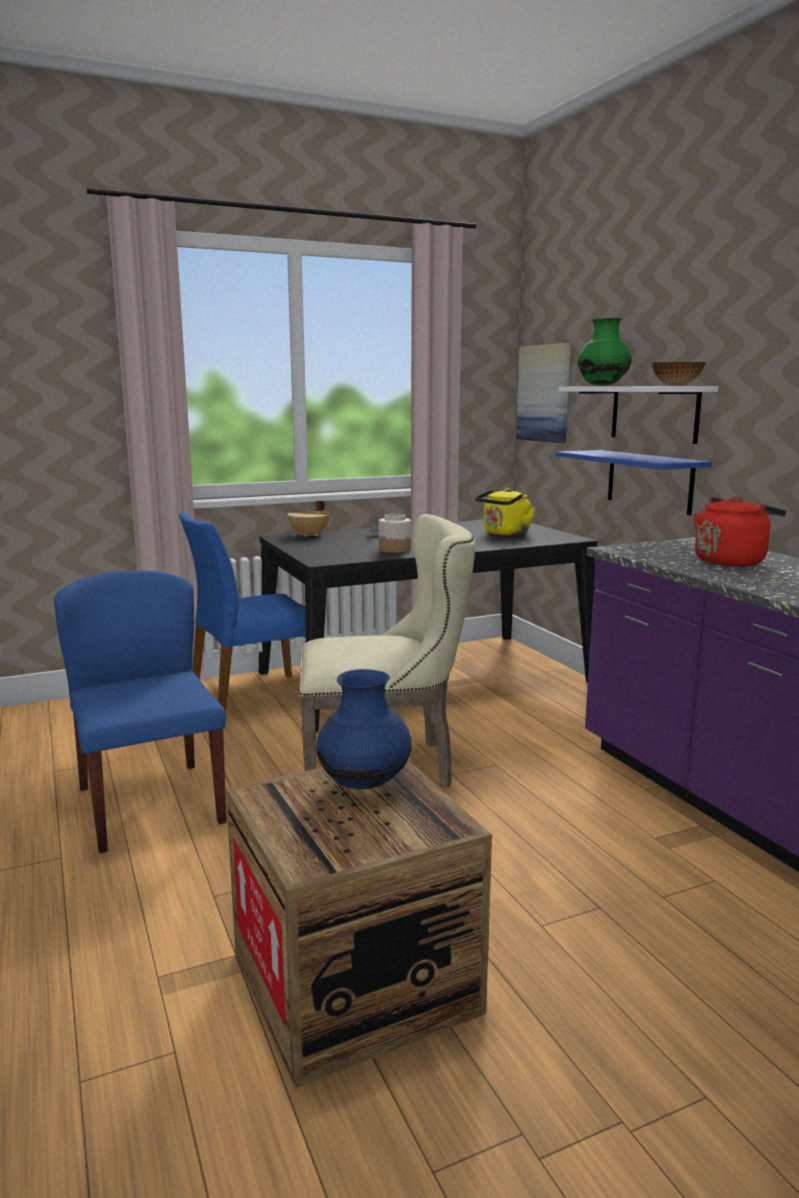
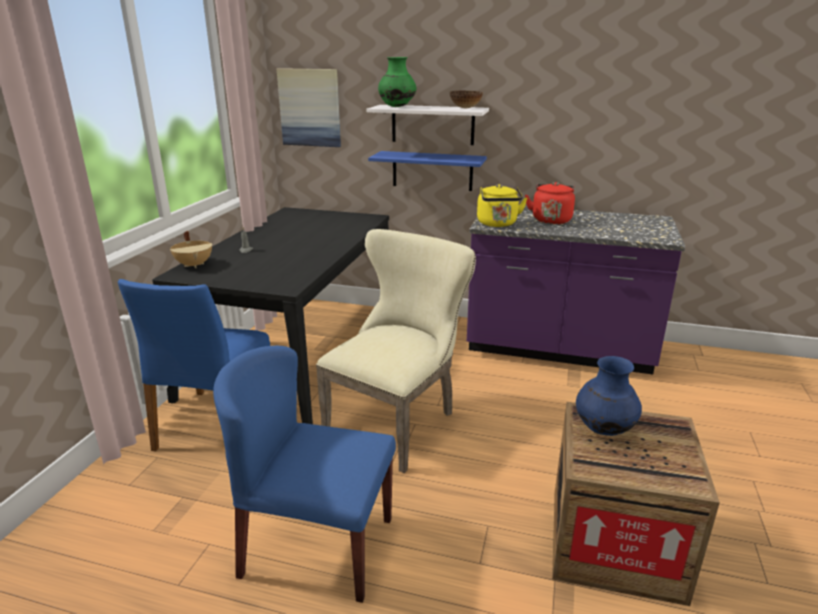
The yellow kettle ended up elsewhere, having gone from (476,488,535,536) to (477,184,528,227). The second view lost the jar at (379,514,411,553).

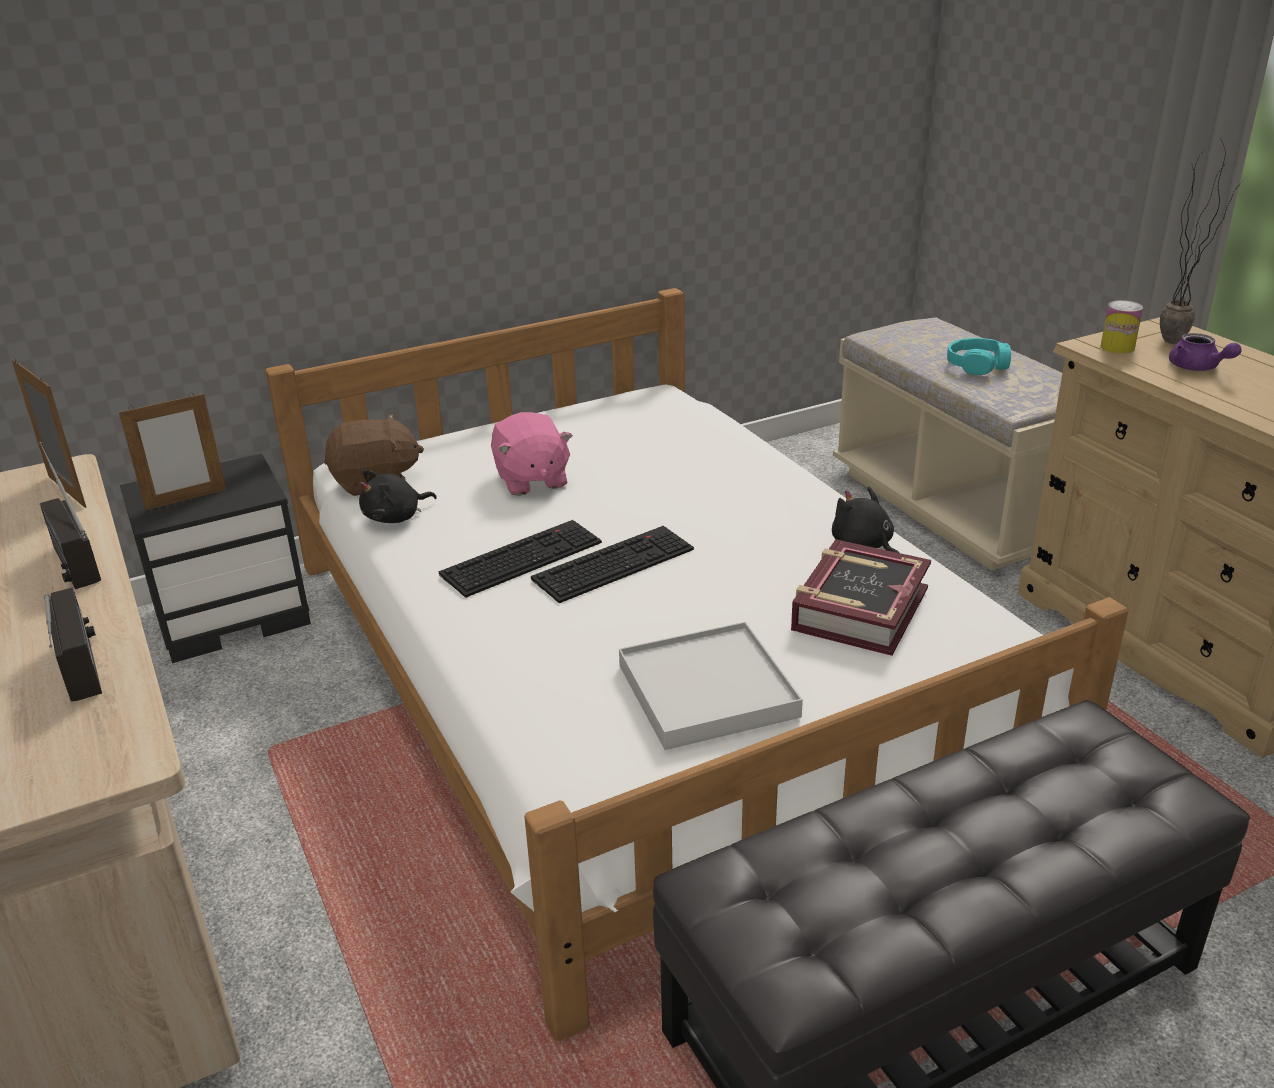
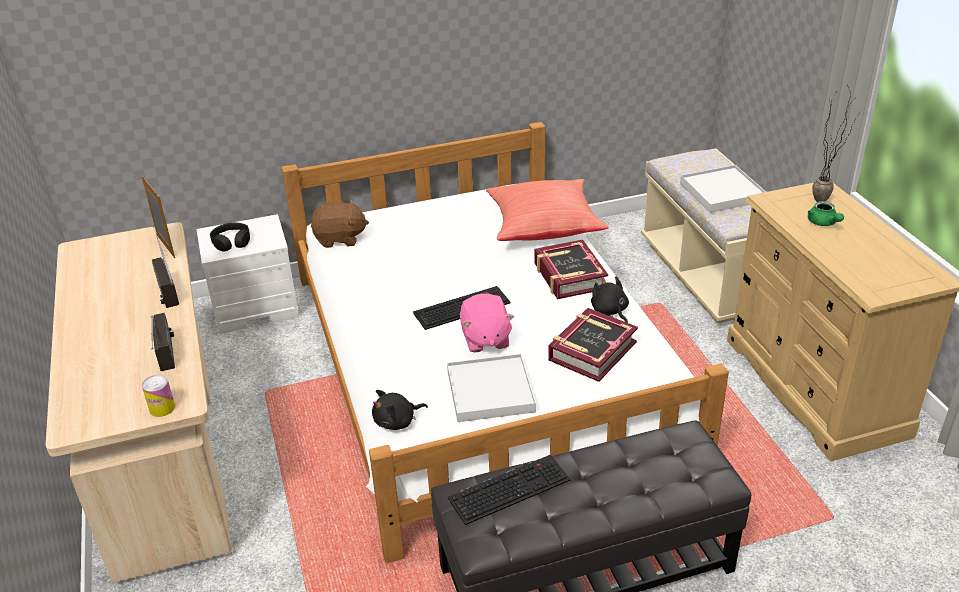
The can ended up elsewhere, having gone from (1101,300,1143,353) to (142,375,175,417). What was the purple teapot at (1169,333,1242,371) turned into the green teapot at (808,201,844,226). Where the turquoise headphones stood at (947,338,1011,375), the white tray came to stand at (680,165,766,213). Where the picture frame stood at (119,393,226,510), the black headphones came to stand at (210,223,250,252). The pink plush toy ended up elsewhere, having gone from (491,412,573,496) to (460,294,515,352). What was the black nightstand at (120,454,311,663) turned into the white nightstand at (196,214,299,334). The black plush toy ended up elsewhere, having gone from (359,470,437,523) to (372,390,428,430). The keyboard ended up elsewhere, having gone from (439,520,602,598) to (448,454,570,525). The second view gained the red pillow at (486,179,609,241). The second view gained the book at (535,240,608,299).

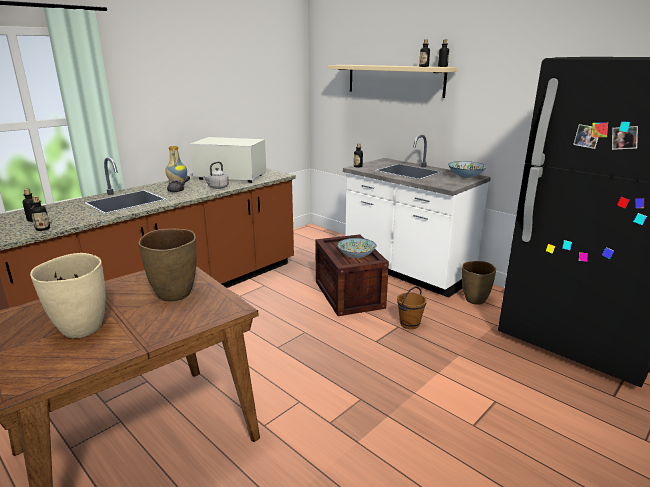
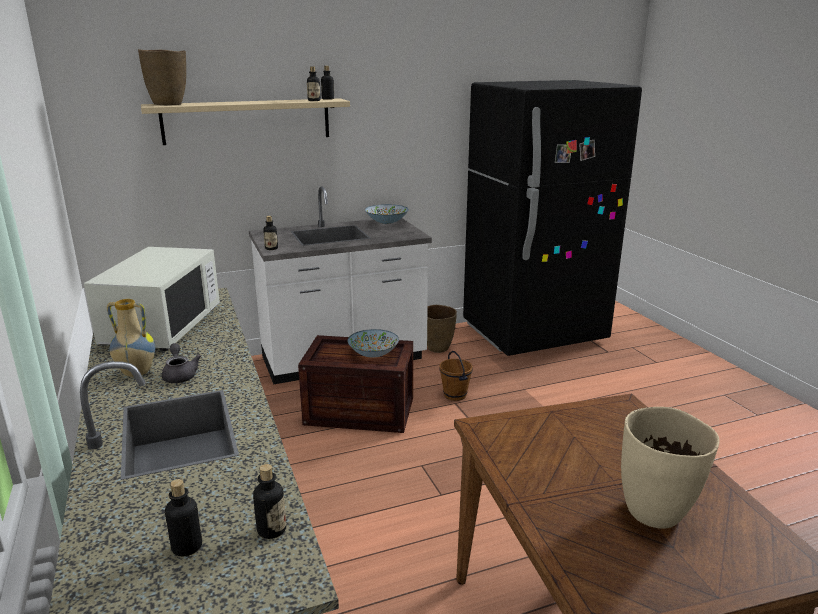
The white microwave at (190,137,266,183) ended up facing another way, 150 degrees clockwise from before. The second view lost the grey kettle at (203,162,229,189). The brown vase ended up elsewhere, having gone from (138,229,197,302) to (138,49,186,105).

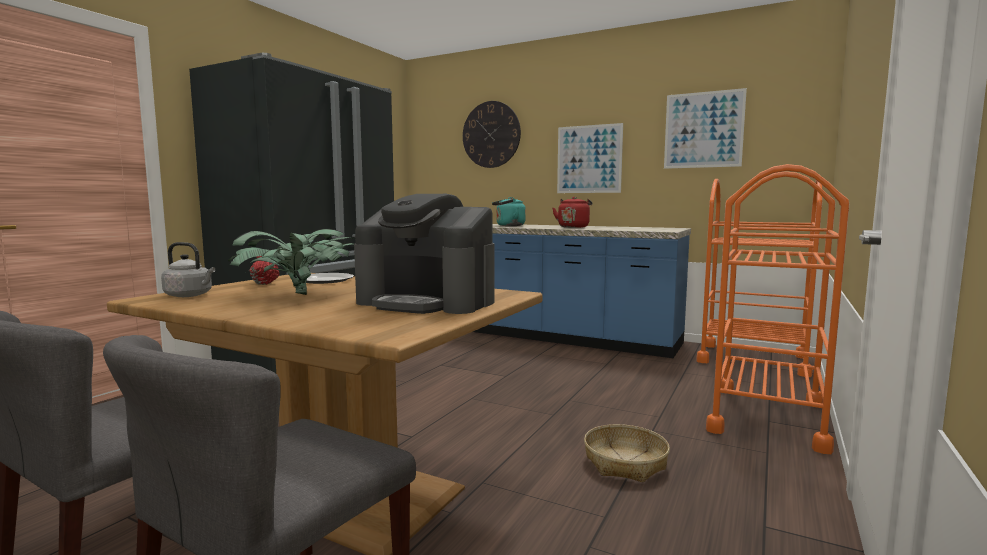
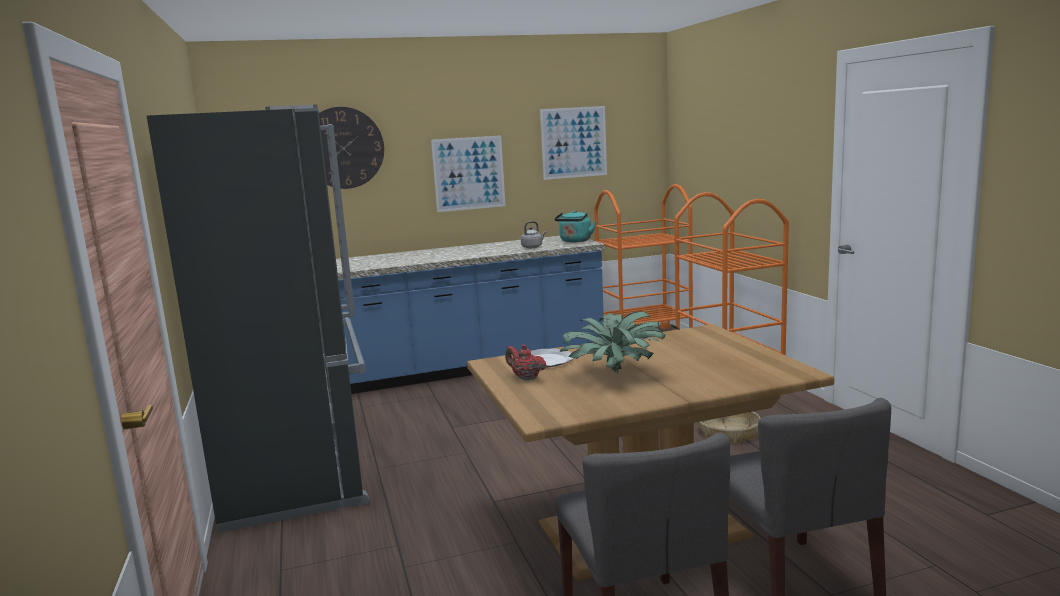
The second view lost the coffee machine at (354,194,495,314). The turquoise kettle ended up elsewhere, having gone from (492,197,526,226) to (554,210,596,243). The second view lost the red kettle at (553,197,592,228). The grey kettle ended up elsewhere, having gone from (161,242,215,297) to (521,221,546,248).

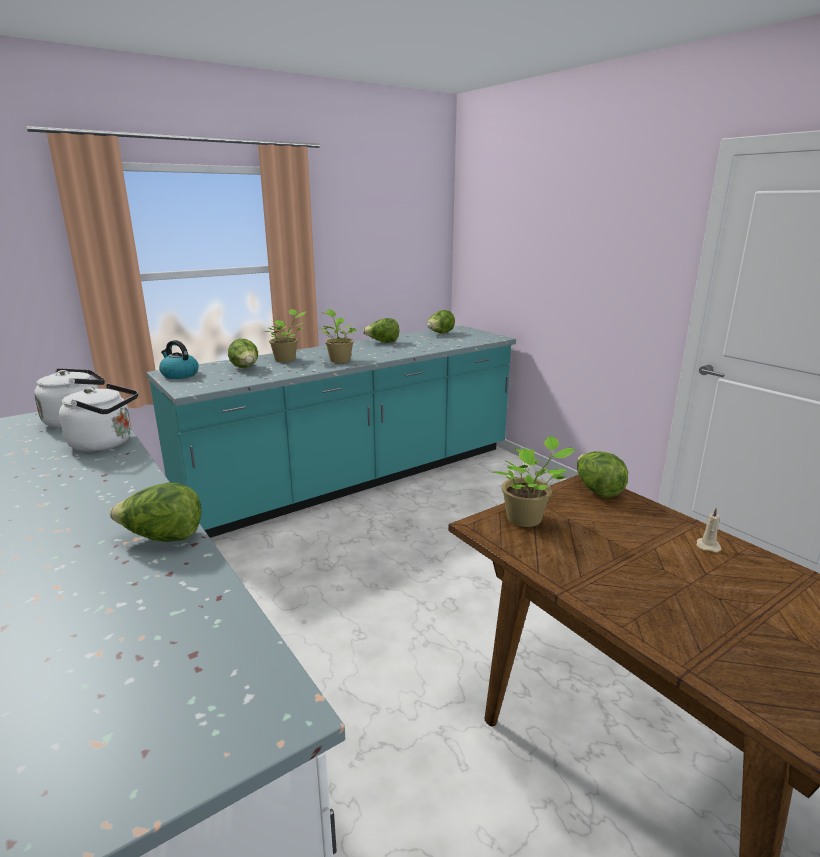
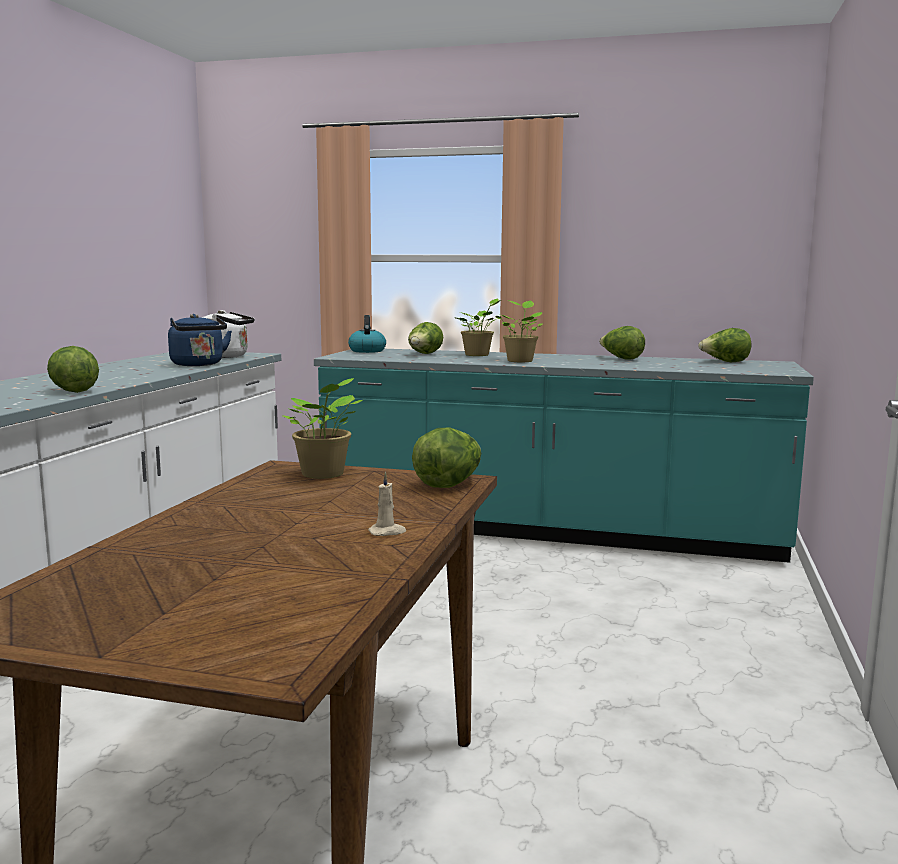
What was the white kettle at (59,384,138,452) turned into the blue kettle at (168,314,232,366).

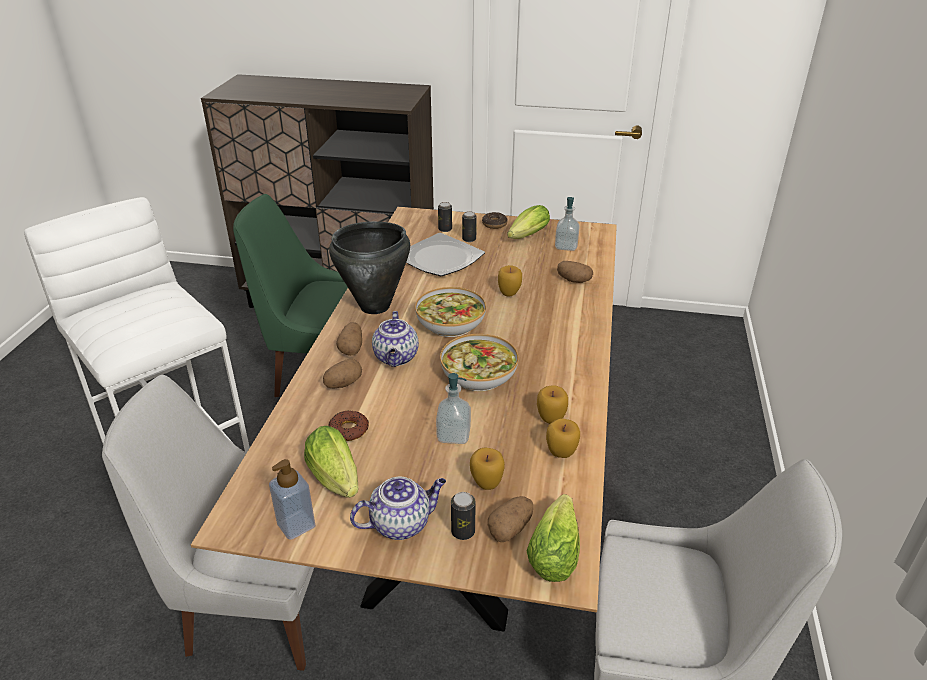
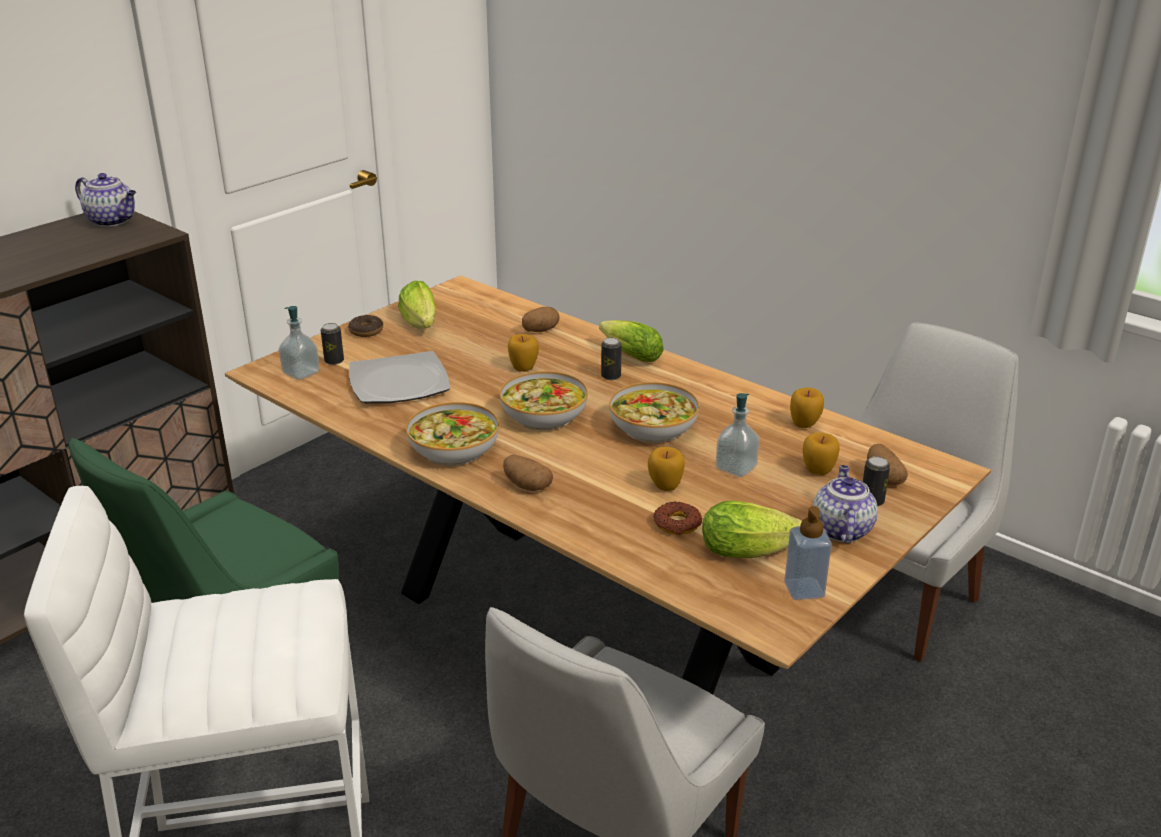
The soap dispenser ended up elsewhere, having gone from (555,197,580,251) to (278,306,320,380). The can ended up elsewhere, having gone from (462,211,477,242) to (601,337,622,380). Where the black cooking pot stood at (329,222,410,314), the bowl came to stand at (406,402,499,466). The teapot ended up elsewhere, having gone from (372,311,419,367) to (75,173,136,227). The second view lost the potato at (323,359,362,389). The apple ended up elsewhere, having gone from (537,385,568,424) to (648,447,685,491). The lettuce ended up elsewhere, having gone from (527,494,580,582) to (599,320,664,362).

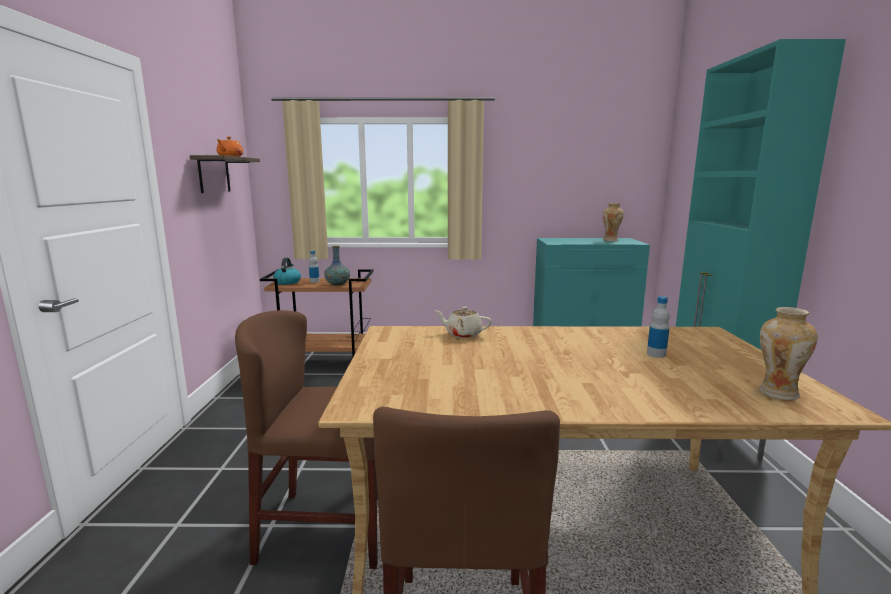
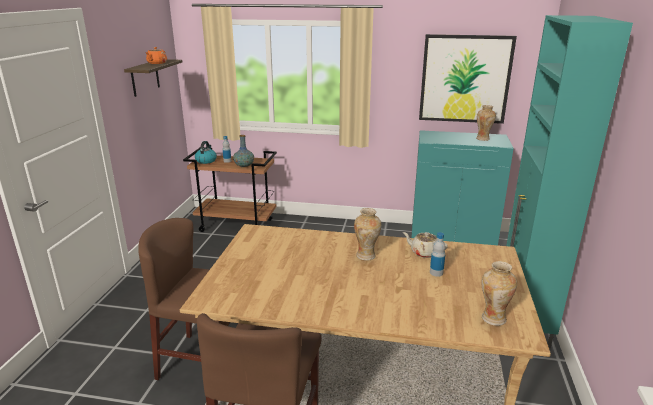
The beige teapot ended up elsewhere, having gone from (434,307,492,338) to (403,232,448,258). The second view gained the picture at (419,34,517,124). The second view gained the vase at (354,208,381,261).

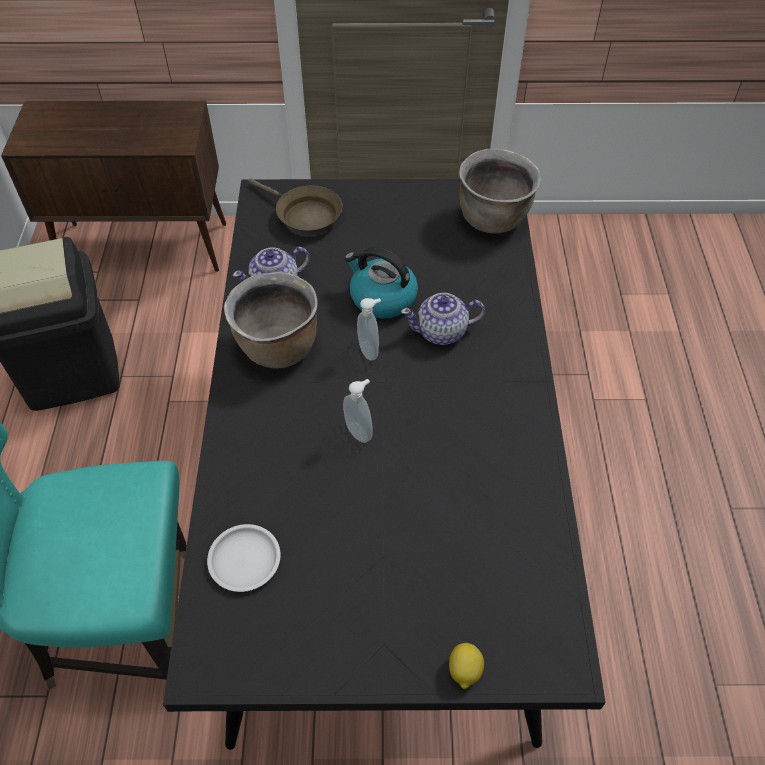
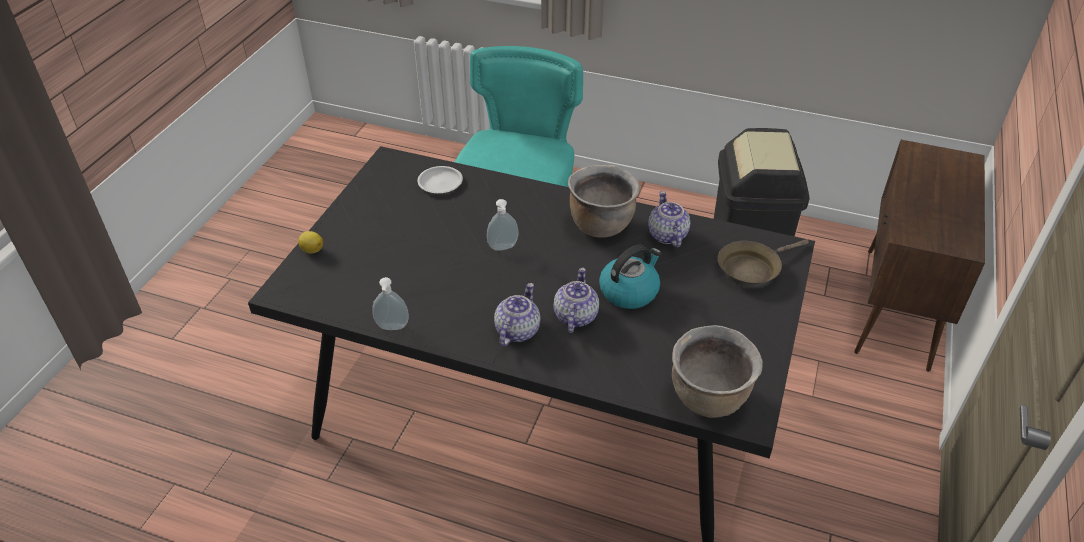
The soap dispenser ended up elsewhere, having gone from (357,298,381,361) to (372,277,409,330). The second view gained the teapot at (494,283,540,346).

